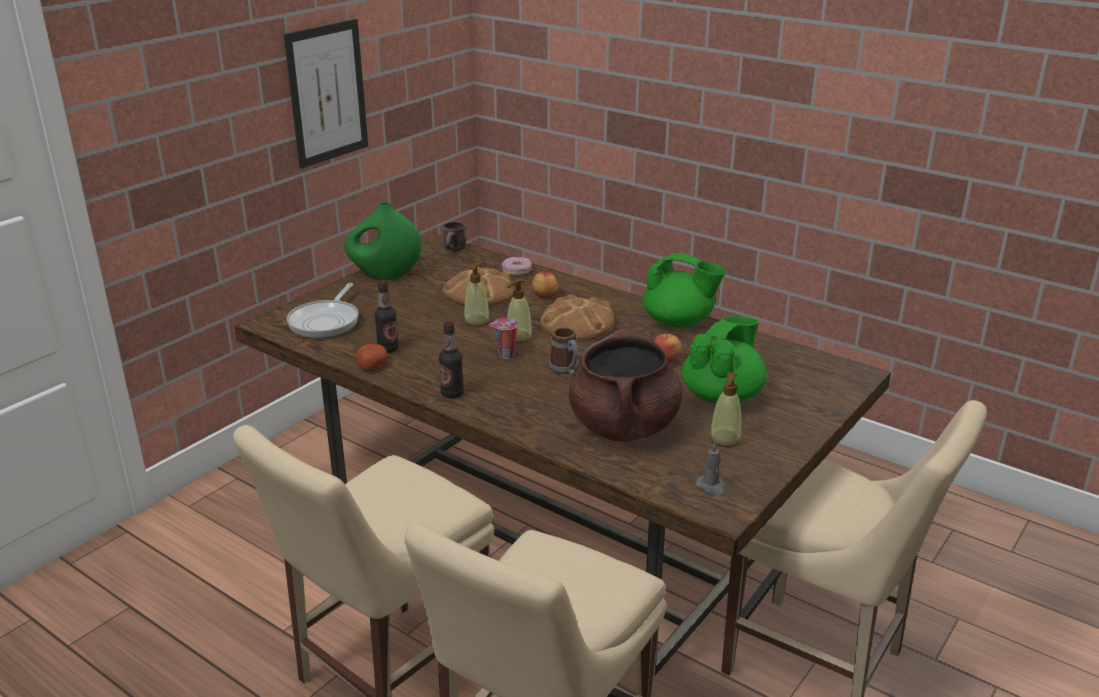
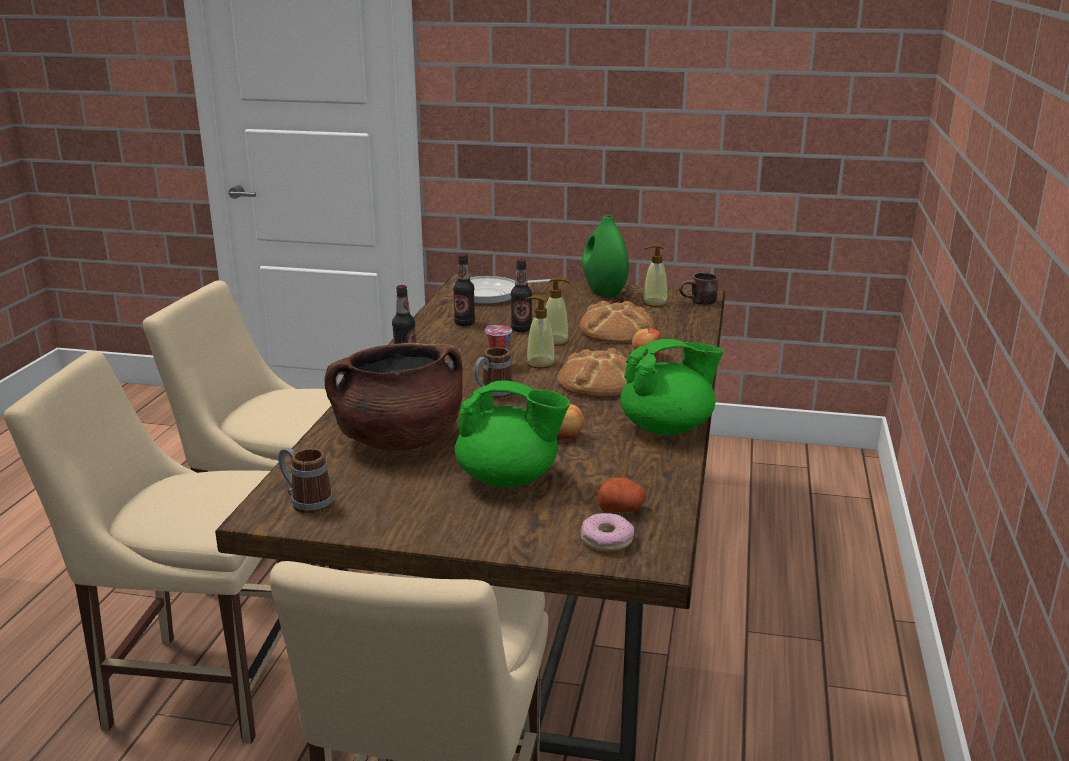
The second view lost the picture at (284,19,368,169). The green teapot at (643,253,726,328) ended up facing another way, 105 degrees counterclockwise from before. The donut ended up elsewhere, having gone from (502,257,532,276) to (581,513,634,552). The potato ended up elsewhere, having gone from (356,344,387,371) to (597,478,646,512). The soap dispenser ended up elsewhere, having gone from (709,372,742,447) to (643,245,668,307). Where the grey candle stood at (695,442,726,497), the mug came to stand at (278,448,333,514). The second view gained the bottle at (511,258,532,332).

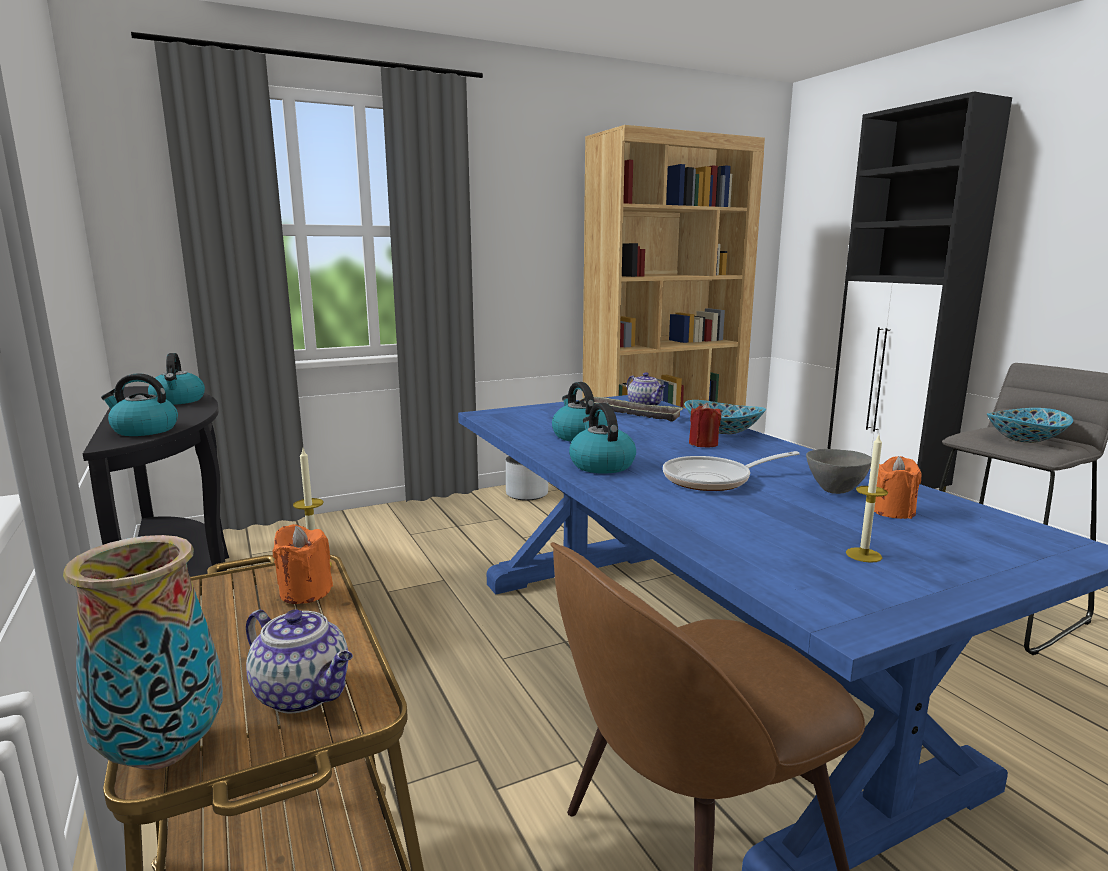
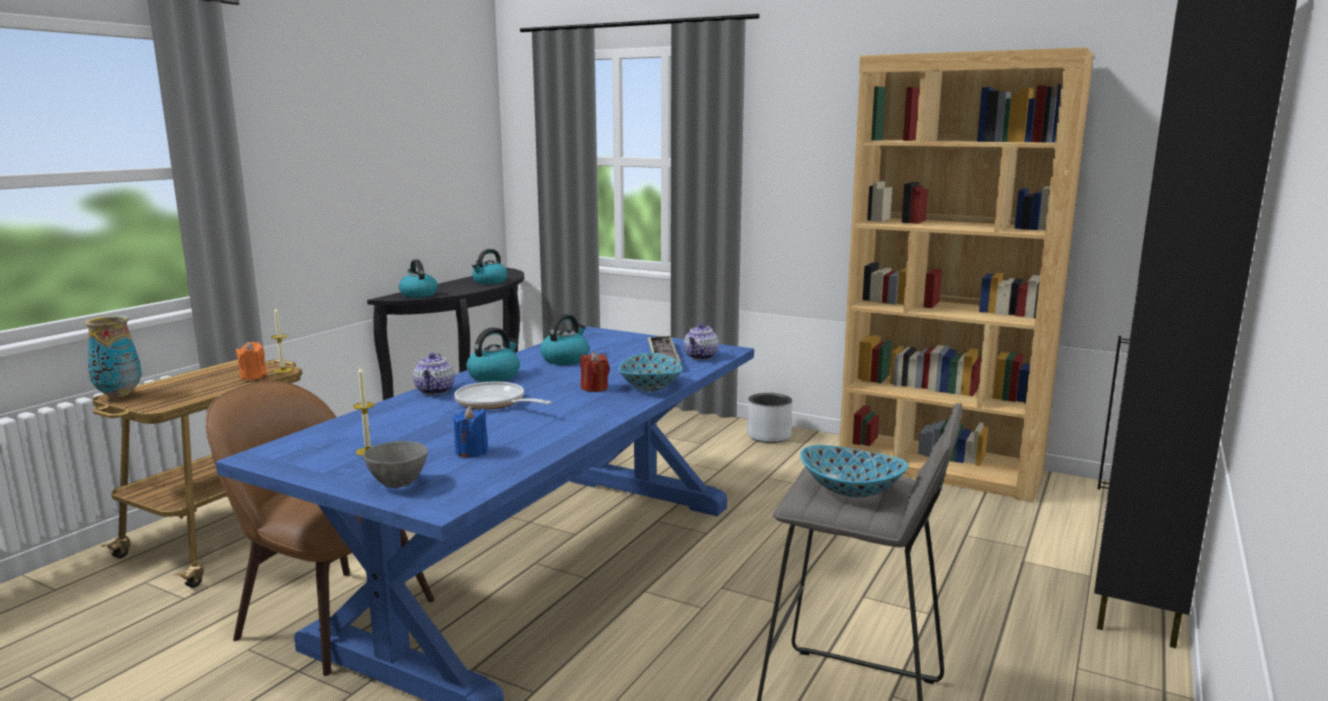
The grey bowl ended up elsewhere, having gone from (806,449,872,494) to (363,441,428,488). What was the orange candle at (874,456,922,519) turned into the blue candle at (453,406,488,457). The teapot ended up elsewhere, having gone from (246,609,353,714) to (413,353,455,395).

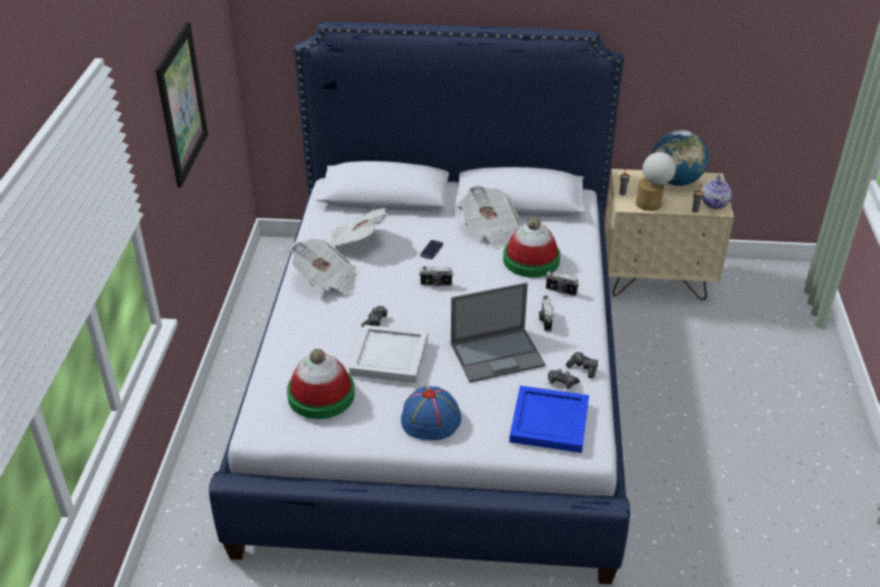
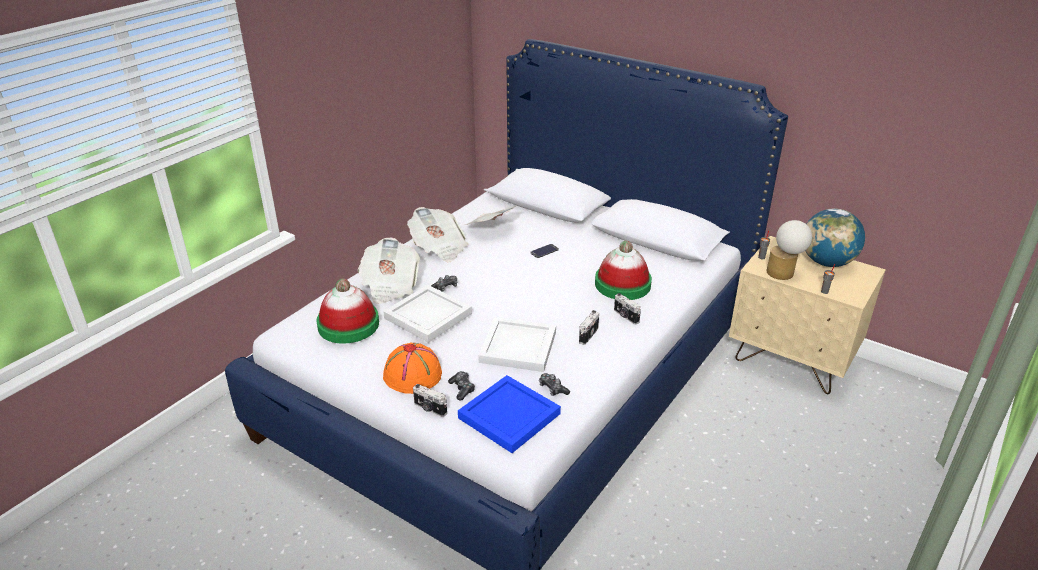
The second view lost the picture at (155,22,208,188). The second view lost the teapot at (702,175,732,209). The newspaper ended up elsewhere, having gone from (461,185,520,248) to (358,238,420,304). The photo camera ended up elsewhere, having gone from (419,266,454,286) to (413,384,447,417). Where the laptop stood at (451,282,545,383), the white tray came to stand at (478,317,556,372). The game controller ended up elsewhere, having gone from (566,352,598,378) to (448,371,475,401). What was the blue hat at (401,386,461,440) turned into the orange hat at (383,343,442,394).

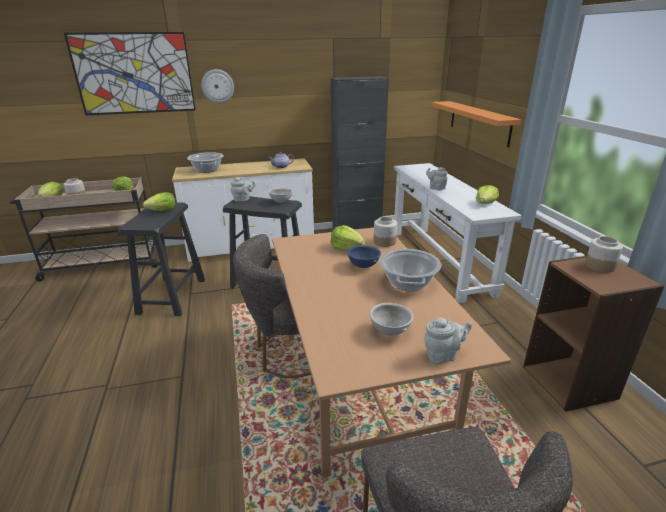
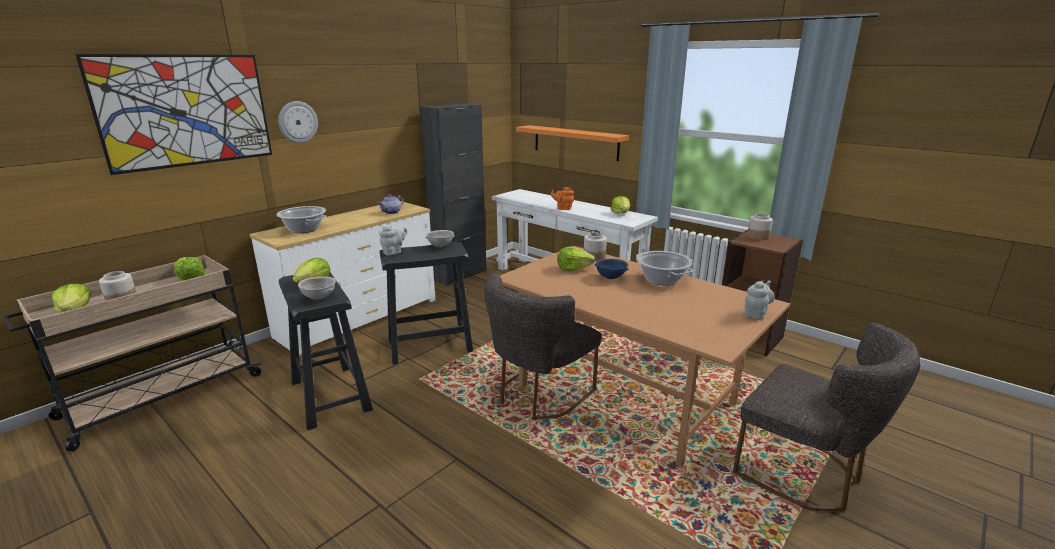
What was the grey teapot at (426,167,448,191) turned into the orange teapot at (551,187,574,210). The grey bowl ended up elsewhere, having gone from (370,303,414,335) to (298,276,336,300).

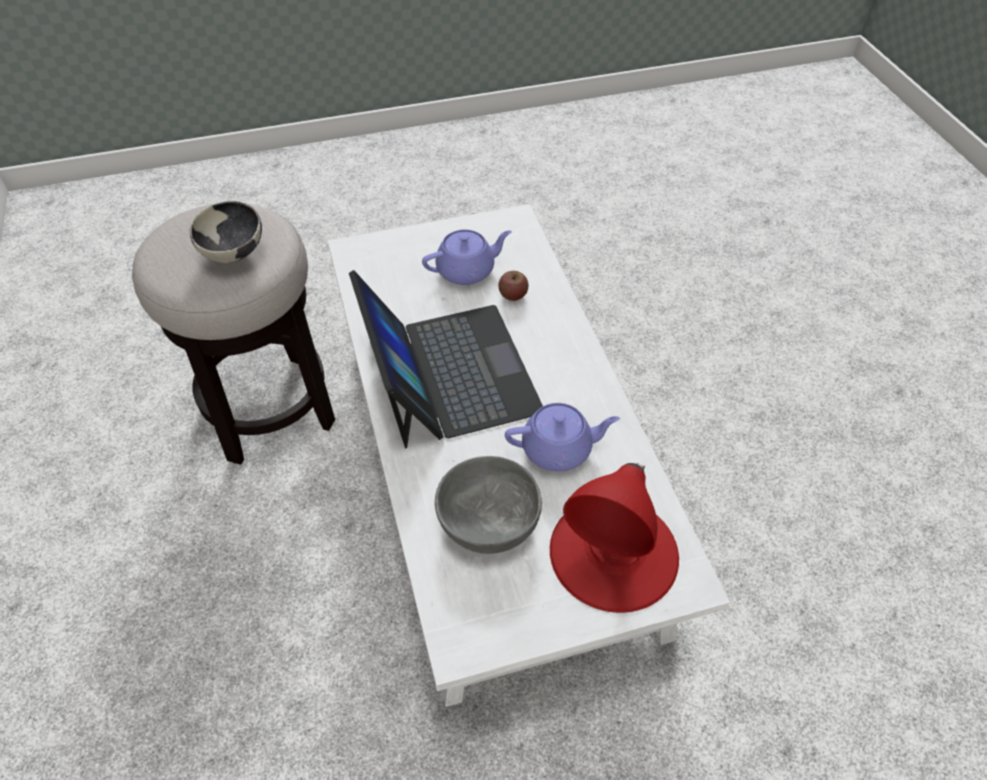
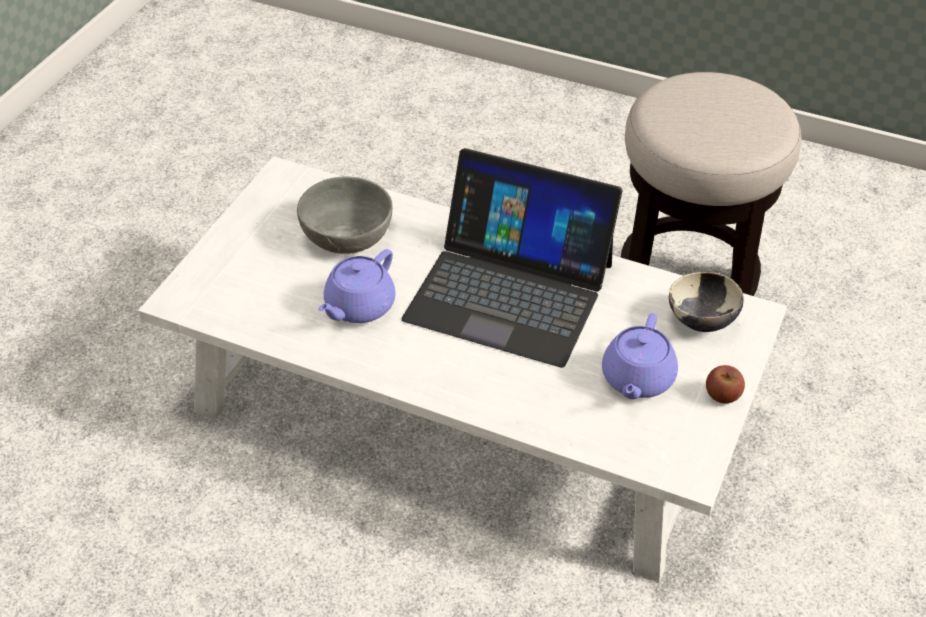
The bowl ended up elsewhere, having gone from (189,201,262,263) to (669,272,744,332). The apple ended up elsewhere, having gone from (498,271,528,301) to (706,365,745,403). The second view lost the red table lamp at (550,463,679,613).

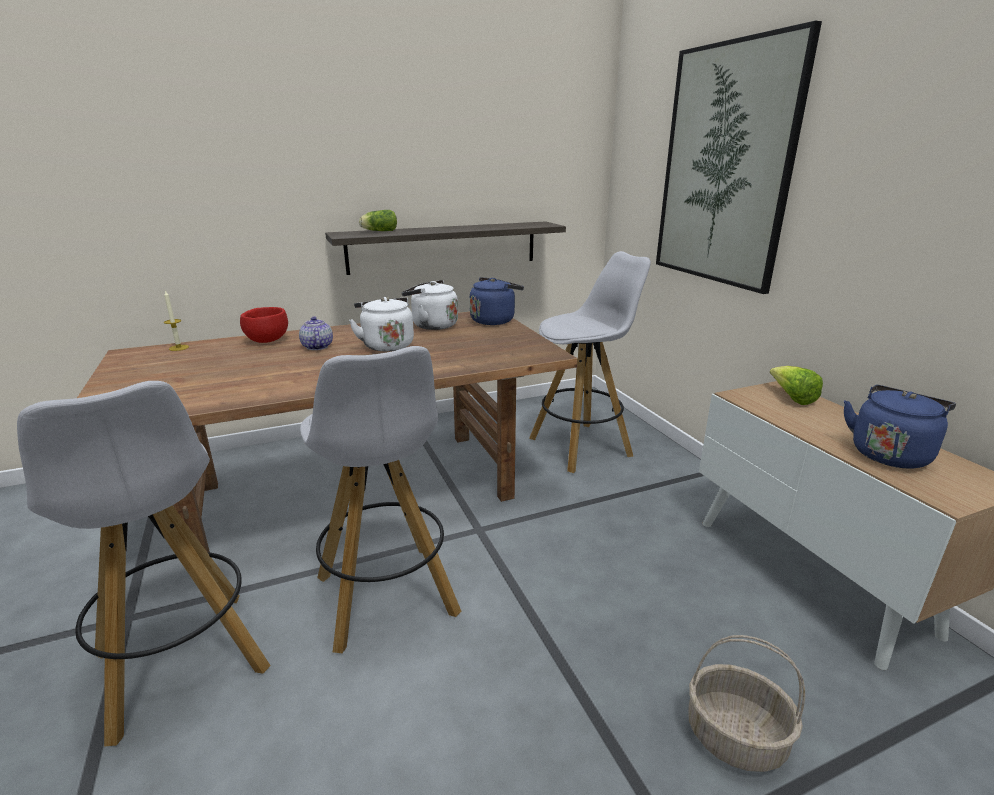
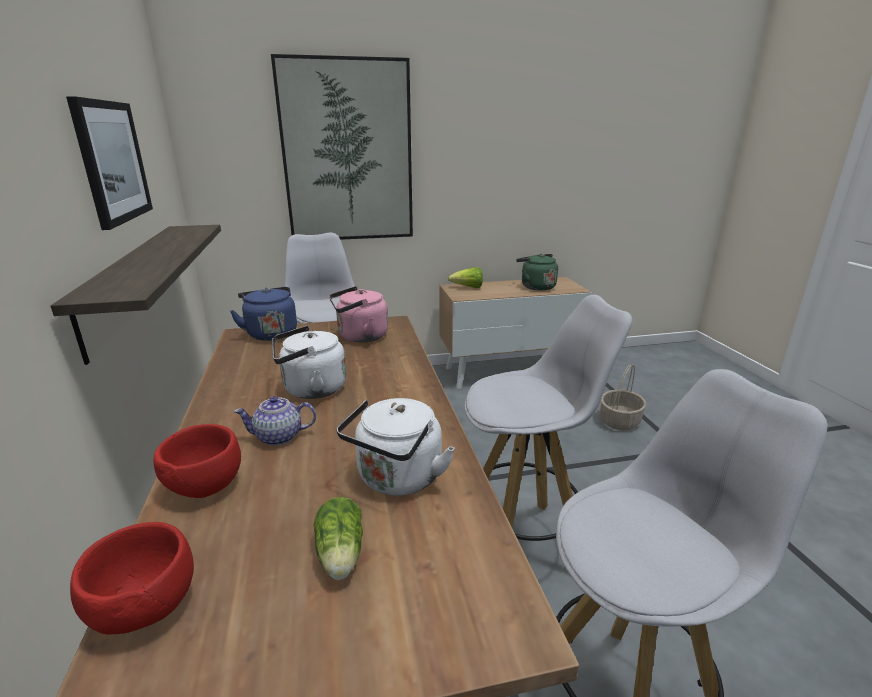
The lettuce ended up elsewhere, having gone from (359,210,397,231) to (314,497,363,580). The white kettle ended up elsewhere, having gone from (401,280,458,330) to (337,398,455,496). Where the candle stood at (164,291,189,351), the red bowl came to stand at (70,522,194,635). What was the blue kettle at (844,385,956,469) turned into the green kettle at (516,254,558,291). The second view gained the picture at (66,96,153,230). The second view gained the pink kettle at (329,286,388,343).

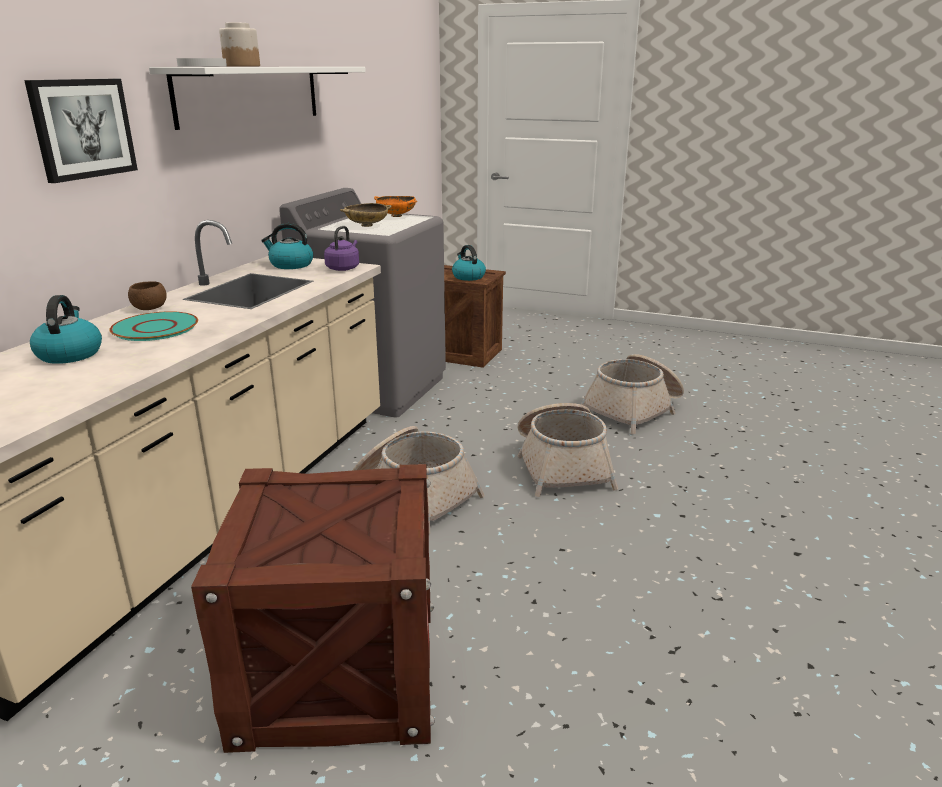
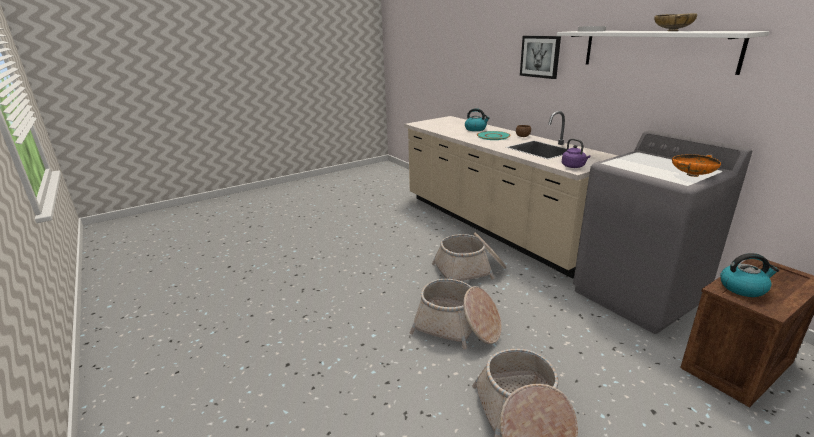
The second view lost the jar at (219,22,260,66). The beige bowl ended up elsewhere, having gone from (340,203,392,227) to (654,13,697,31). The second view lost the kettle at (261,223,313,269). The second view lost the crate at (191,464,435,753).

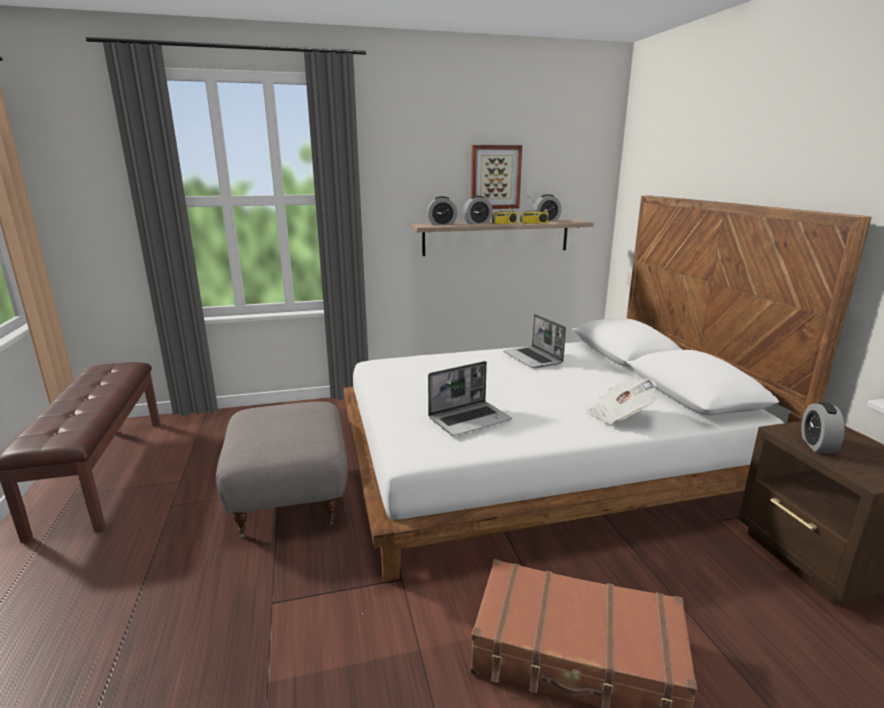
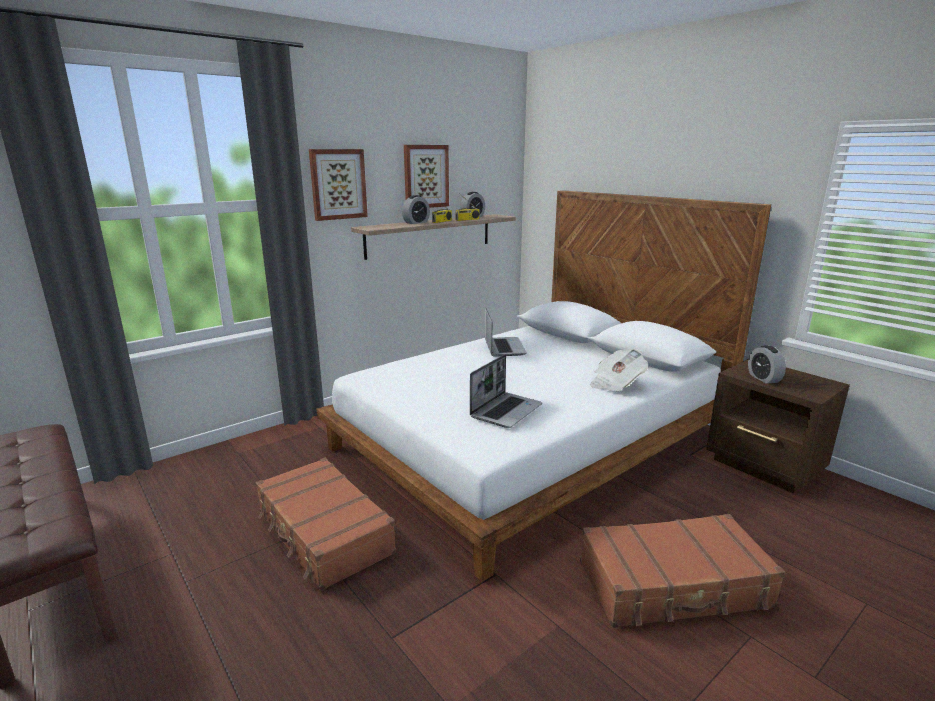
The second view lost the alarm clock at (427,196,457,225). The laptop at (503,314,566,368) ended up facing another way, 135 degrees counterclockwise from before. Where the grey ottoman stood at (216,401,348,539), the brown suitcase came to stand at (256,458,396,591). The second view gained the picture at (309,149,368,221).

